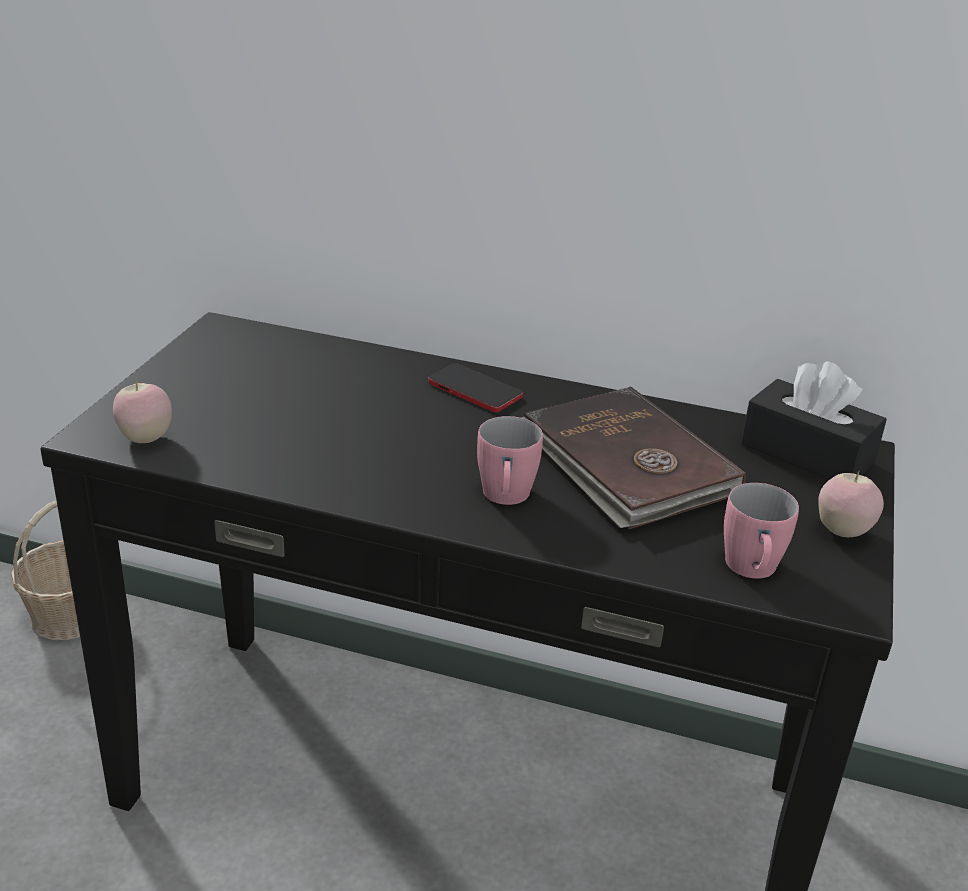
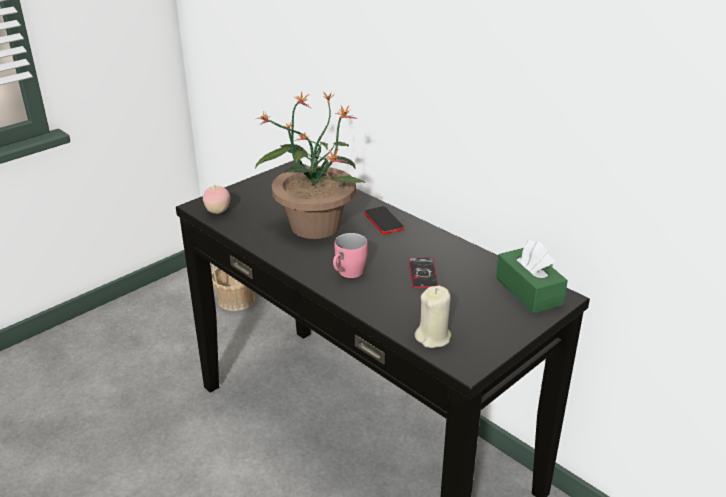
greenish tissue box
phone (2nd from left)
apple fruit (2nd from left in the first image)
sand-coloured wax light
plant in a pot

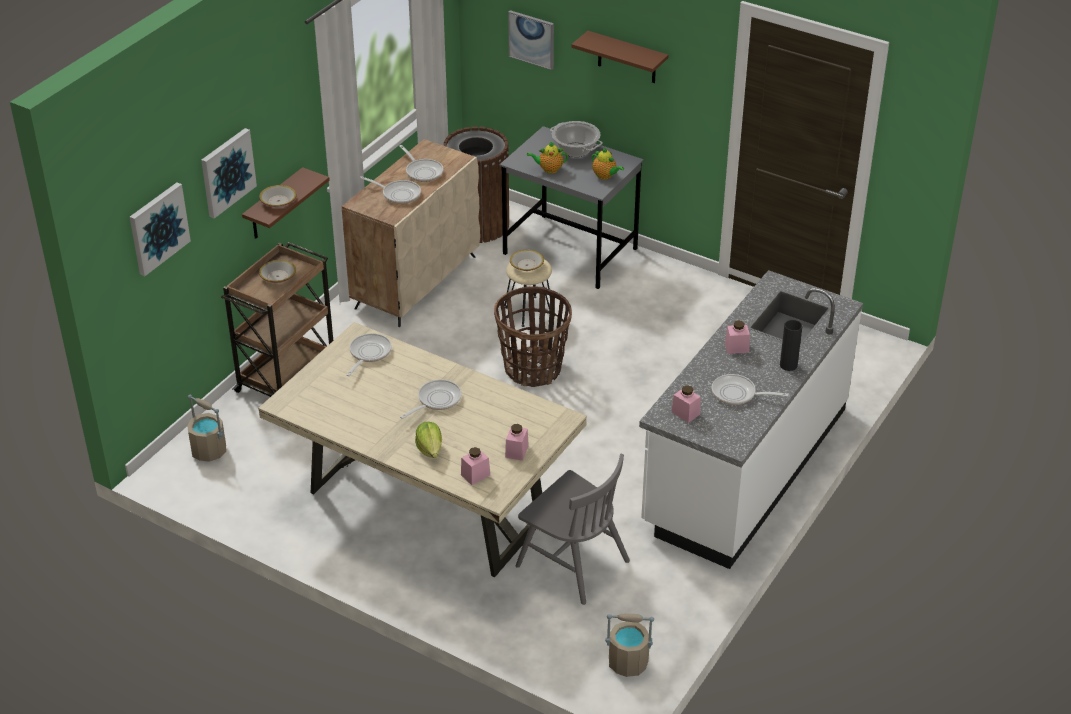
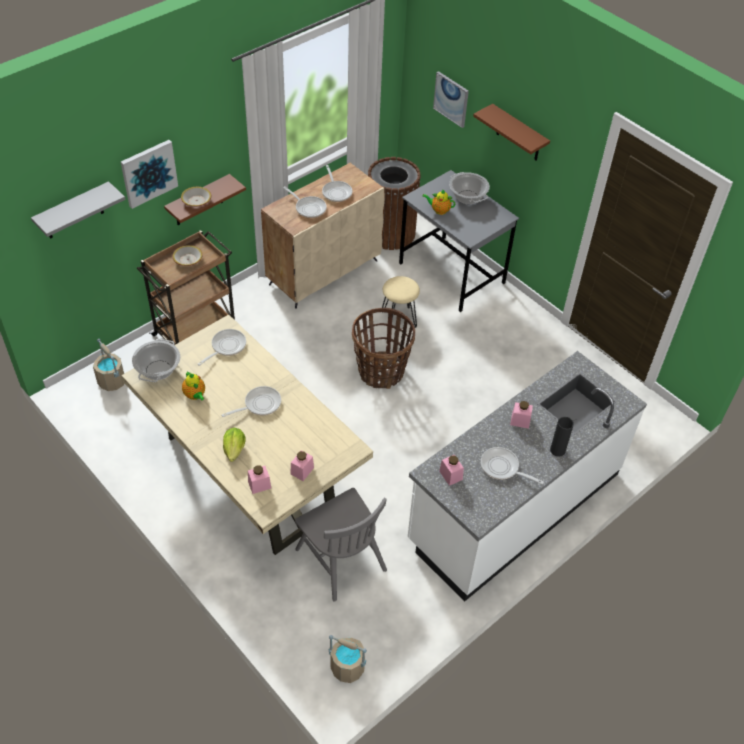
pot for tea (1st from left)
grey wall shelf
bowl (3rd from left in the first image)
stockpot (1st from left)

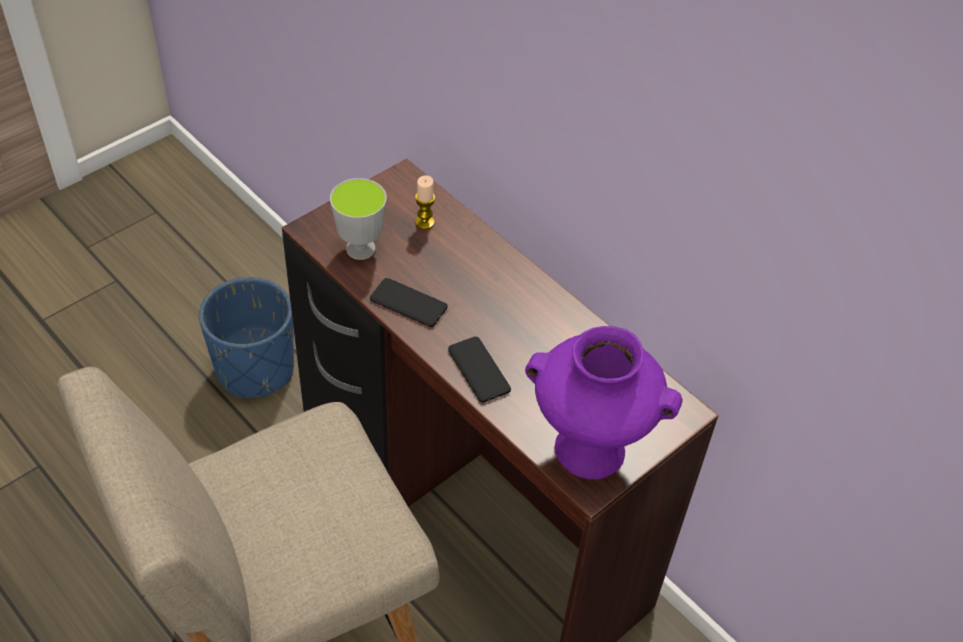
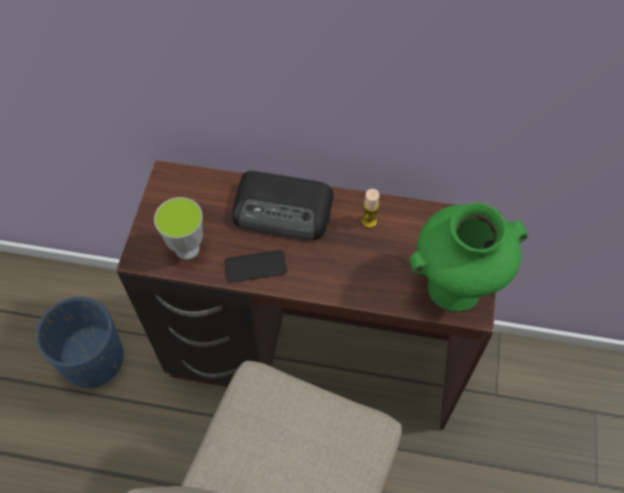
wax light
greenish flower vase
phone (2nd from left in the first image)
radio receiver

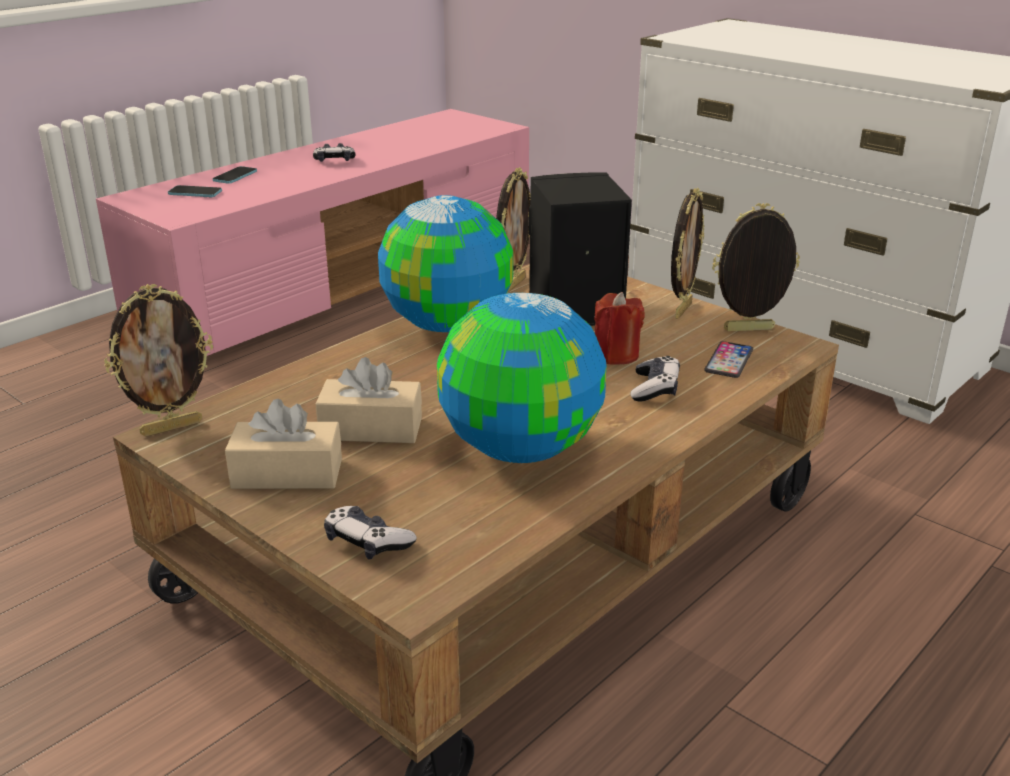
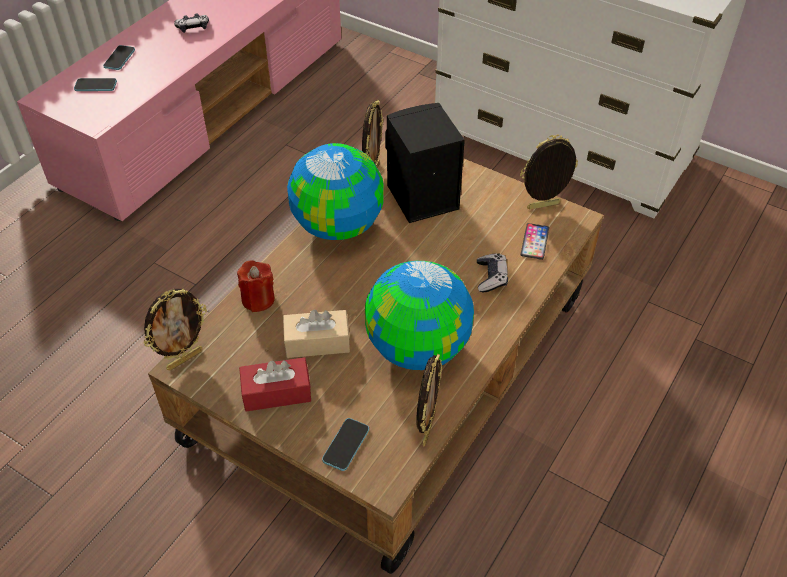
standing frame (3rd from left)
red-coloured wax light
red-coloured tissue box
phone (3rd from left)

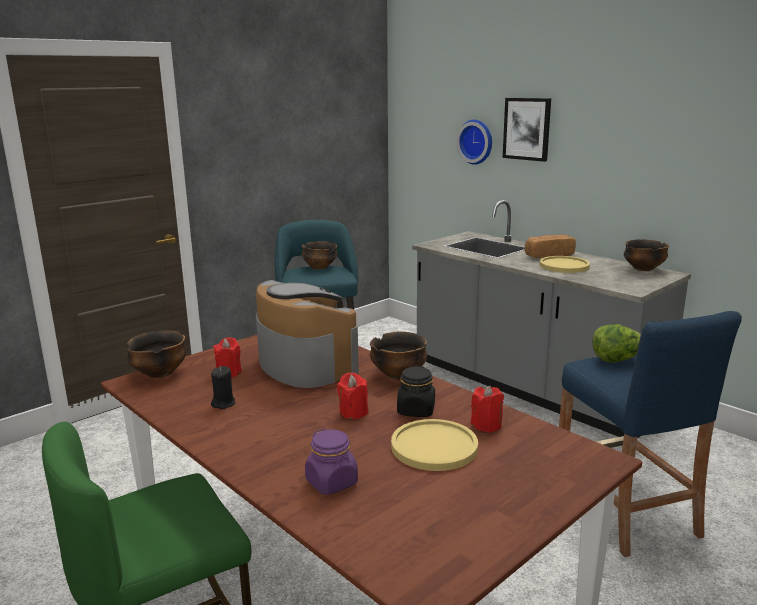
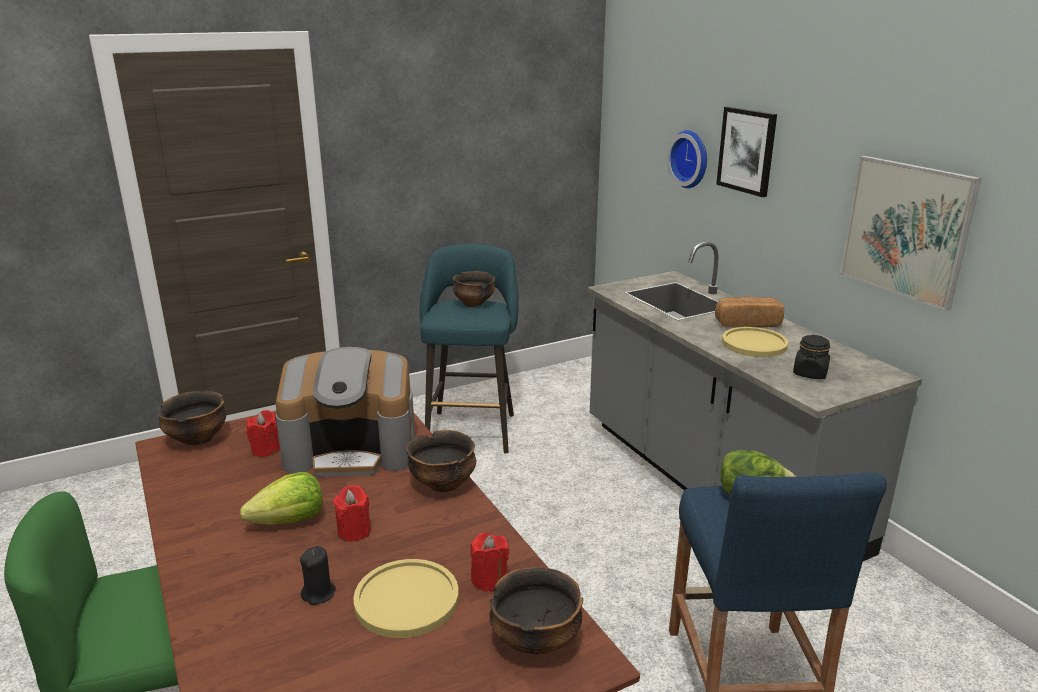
bowl (4th from left)
coffee brewer
blackish wax light
blackish storage jar
purple-coloured storage jar
picture (2nd from left)
head of lettuce (1st from left)

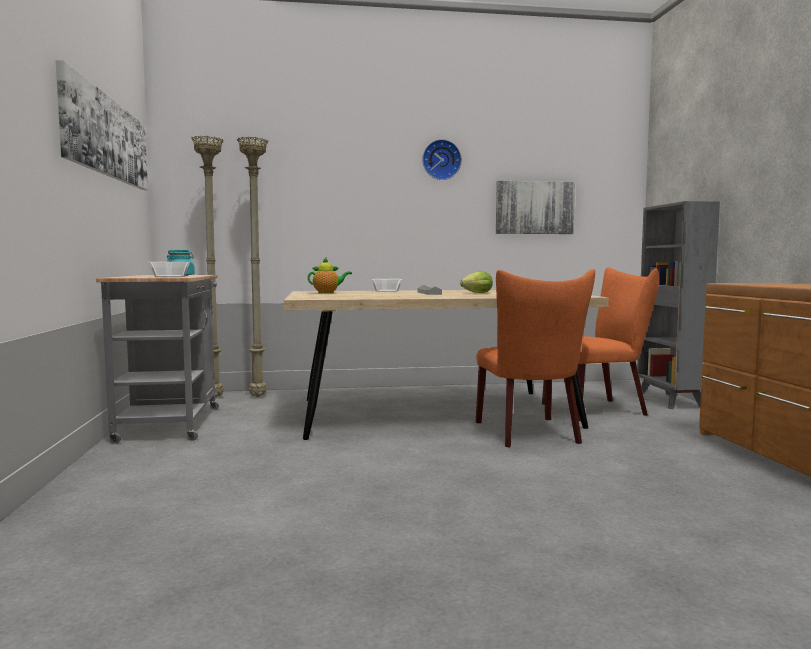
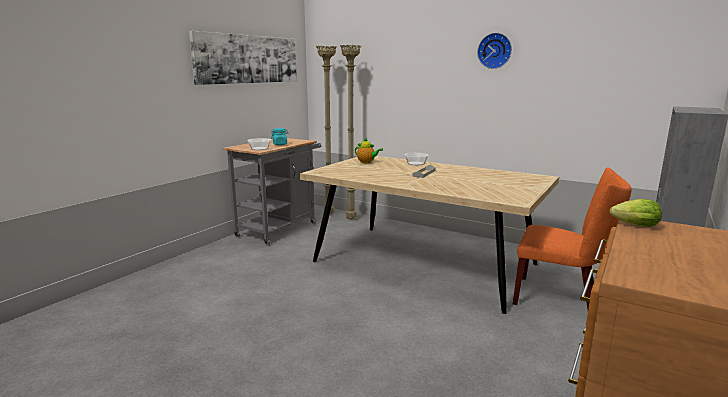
picture (2nd from left in the first image)
orangey chair (1st from left in the first image)
head of lettuce

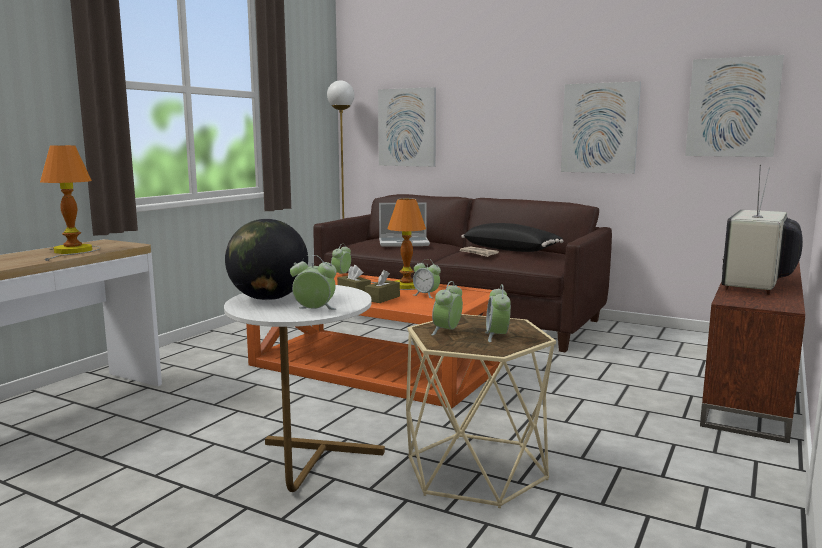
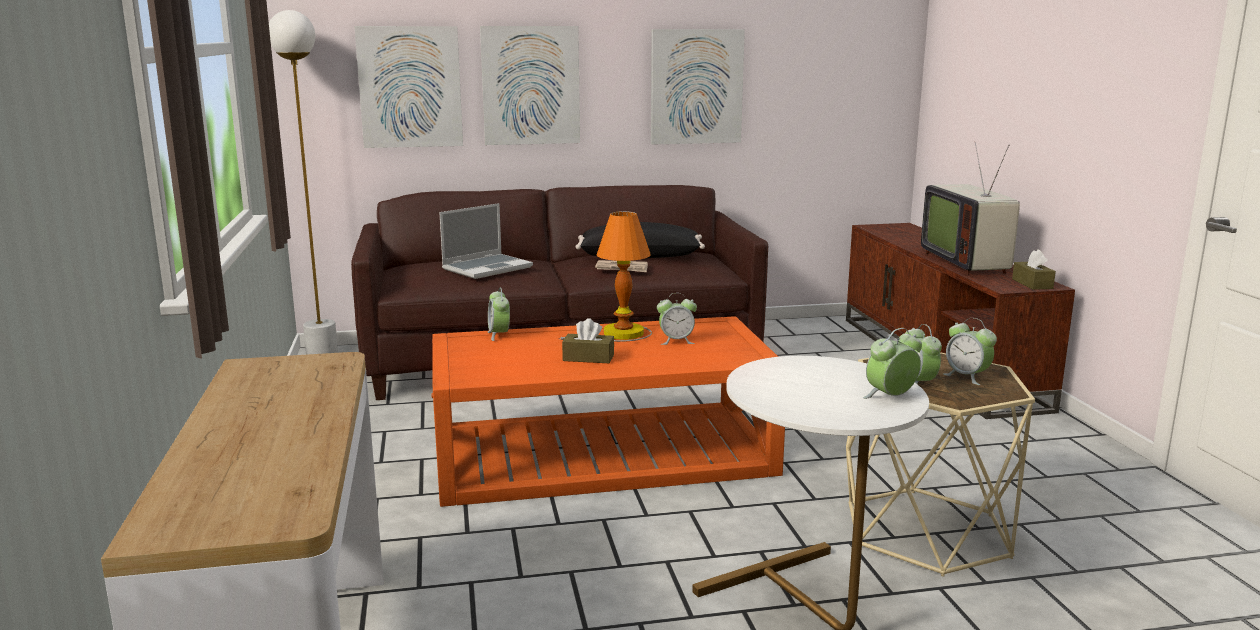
picture (2nd from left)
tabletop lamp (1st from left in the first image)
desk globe
brown tissue box (2nd from left)

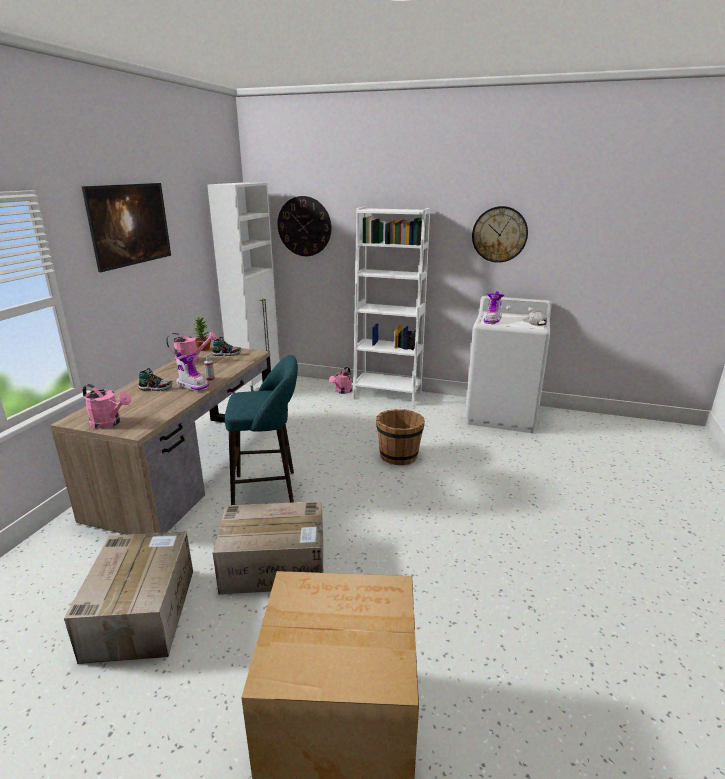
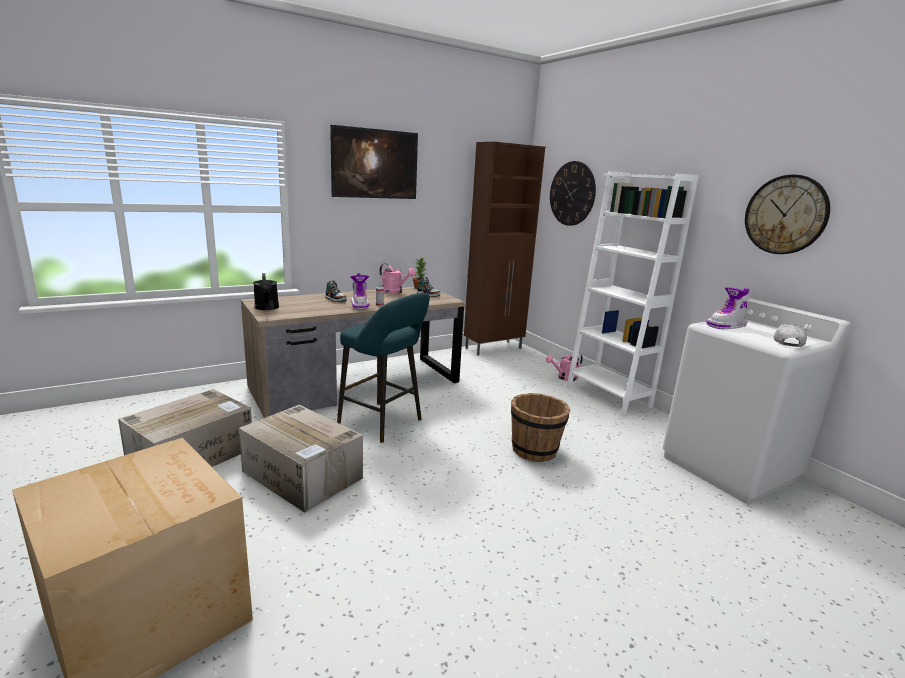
brown storage cabinet
blackish watering pot

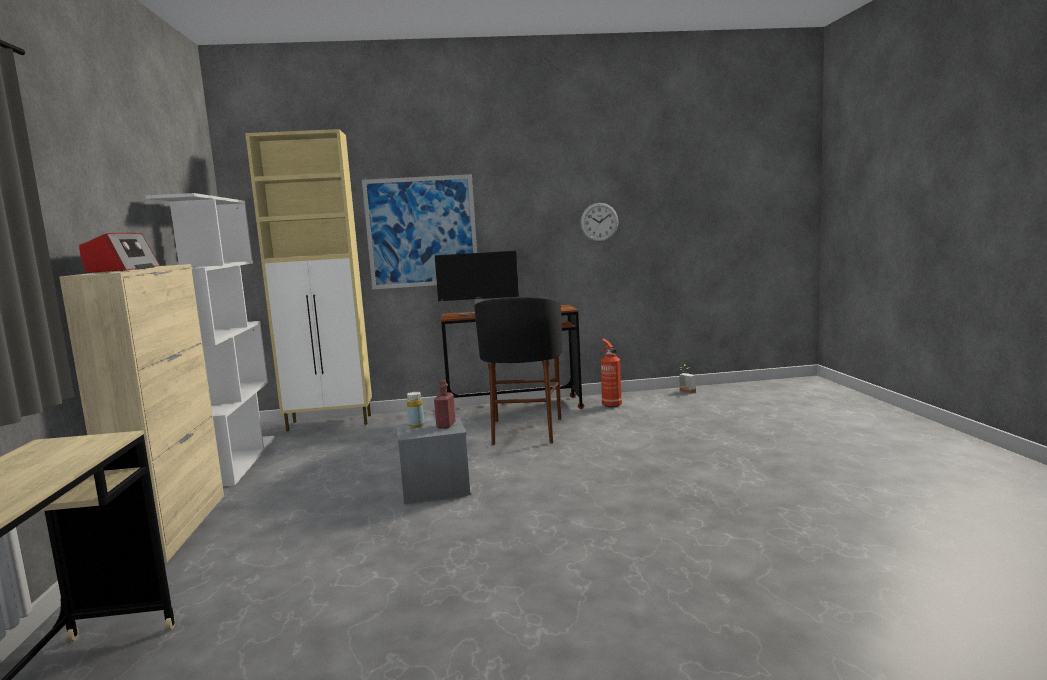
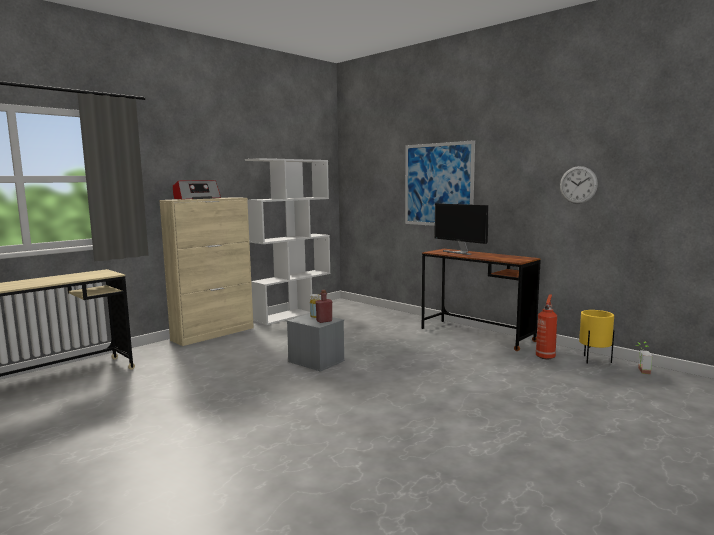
sand-coloured storage cabinet (2nd from left in the first image)
blackish stool seat
yellow-coloured flower pot

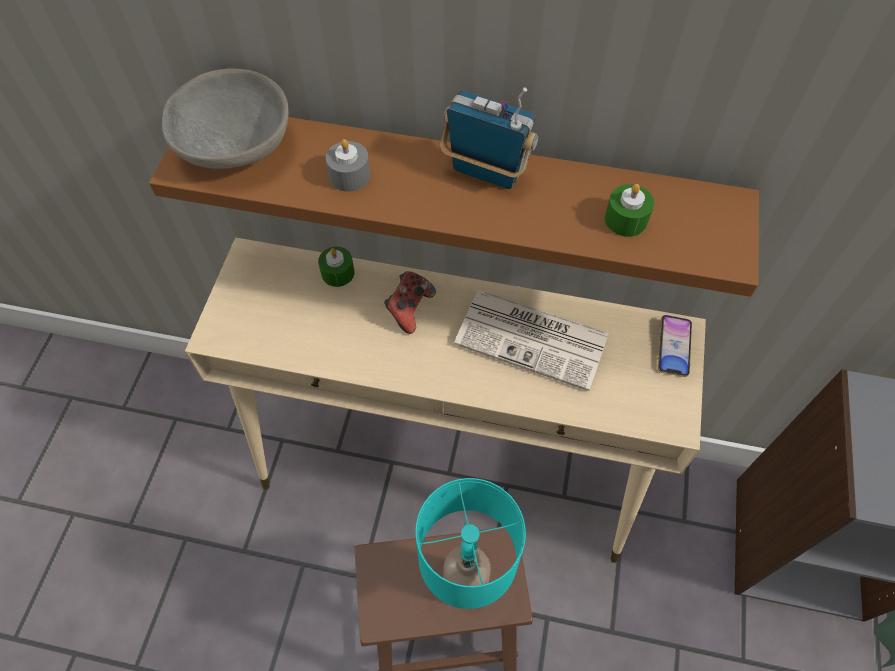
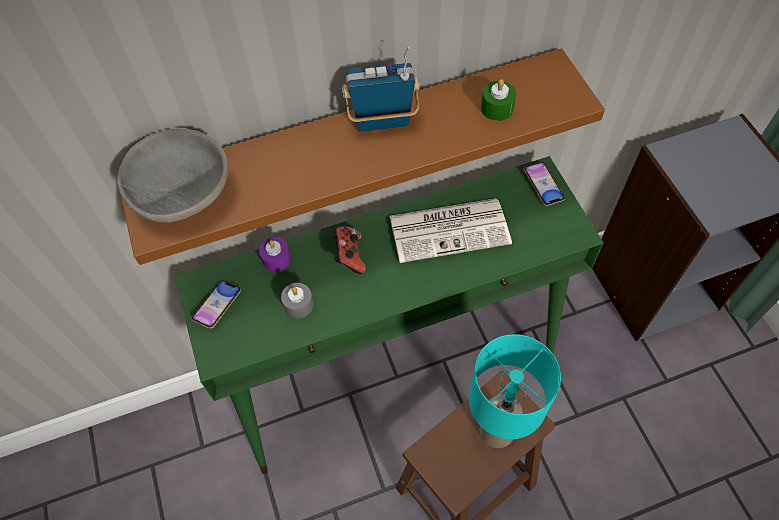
grey wax light
greenish hall table
purple-coloured wax light
phone (1st from left)

